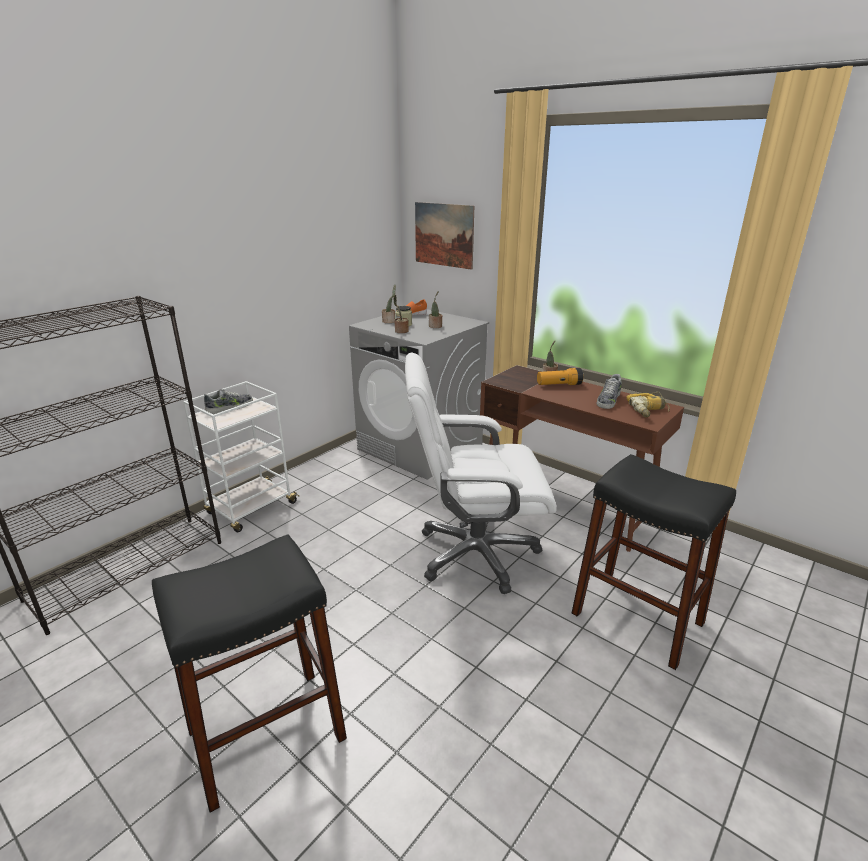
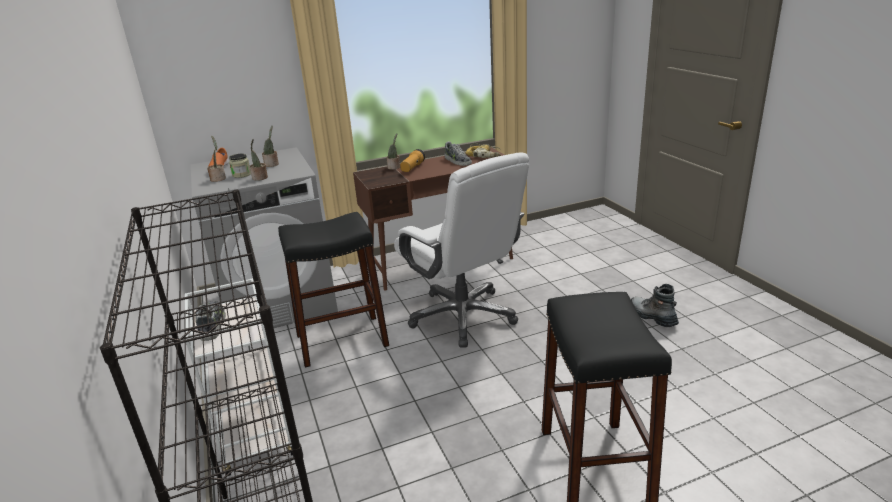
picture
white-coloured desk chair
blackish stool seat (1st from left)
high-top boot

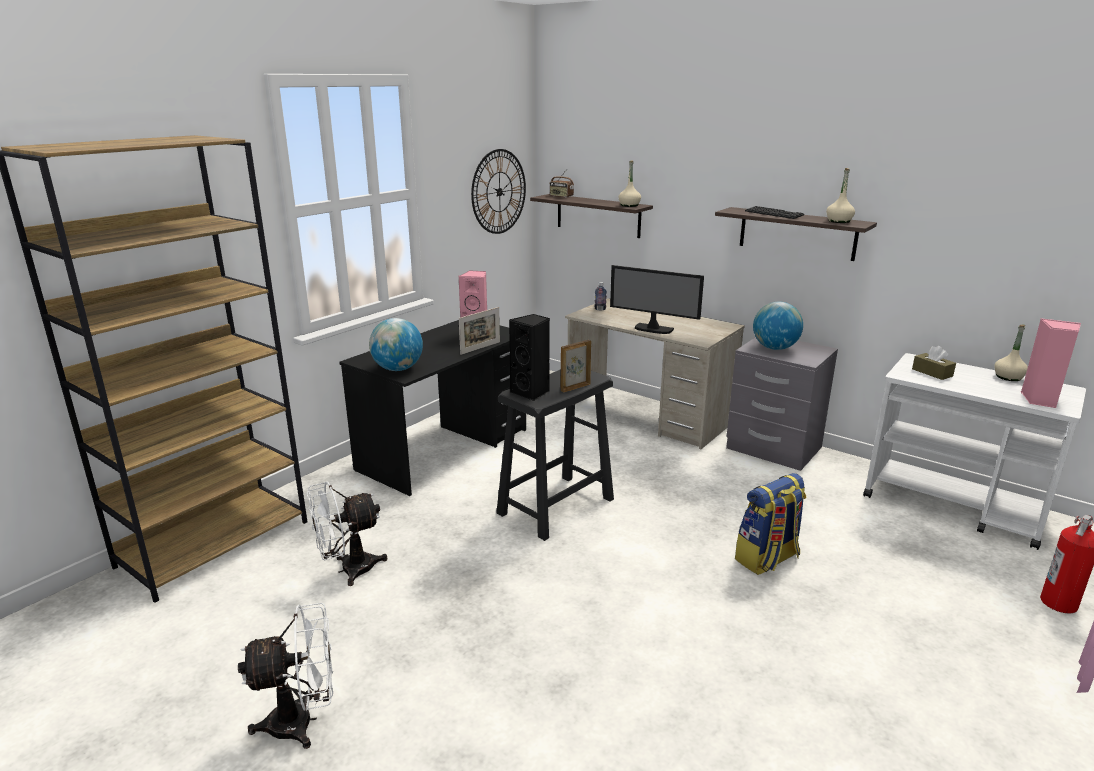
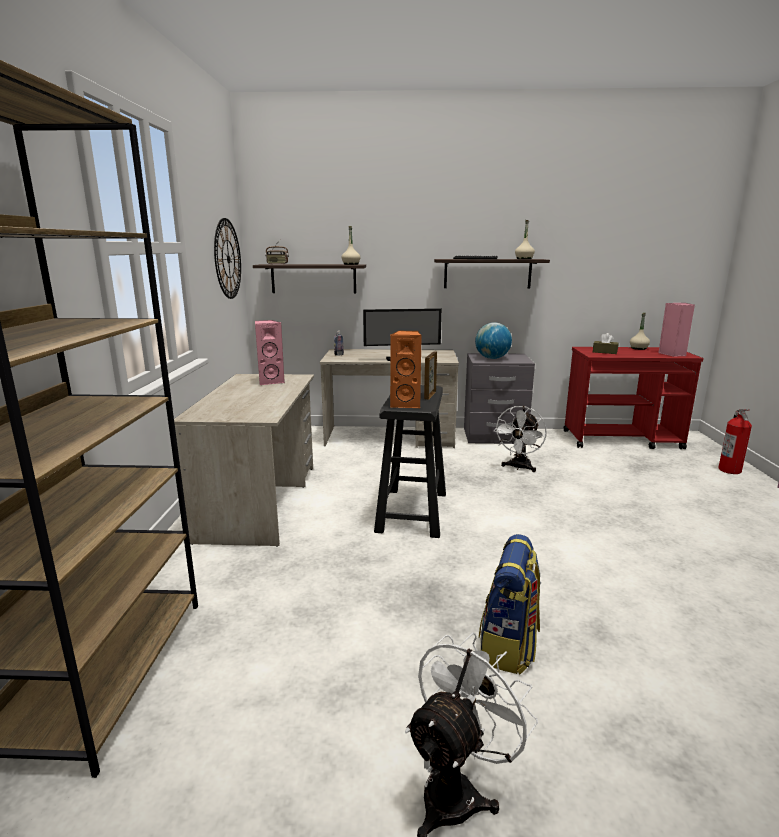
standing frame (1st from left in the first image)
orangey loudspeaker
desk globe (1st from left in the first image)
sand-coloured desk (1st from left)
red-coloured cart
backpack
white-coloured electric fan (2nd from left)

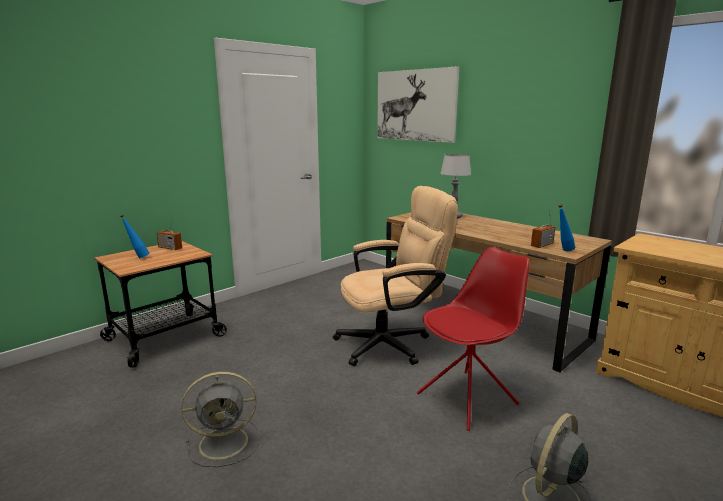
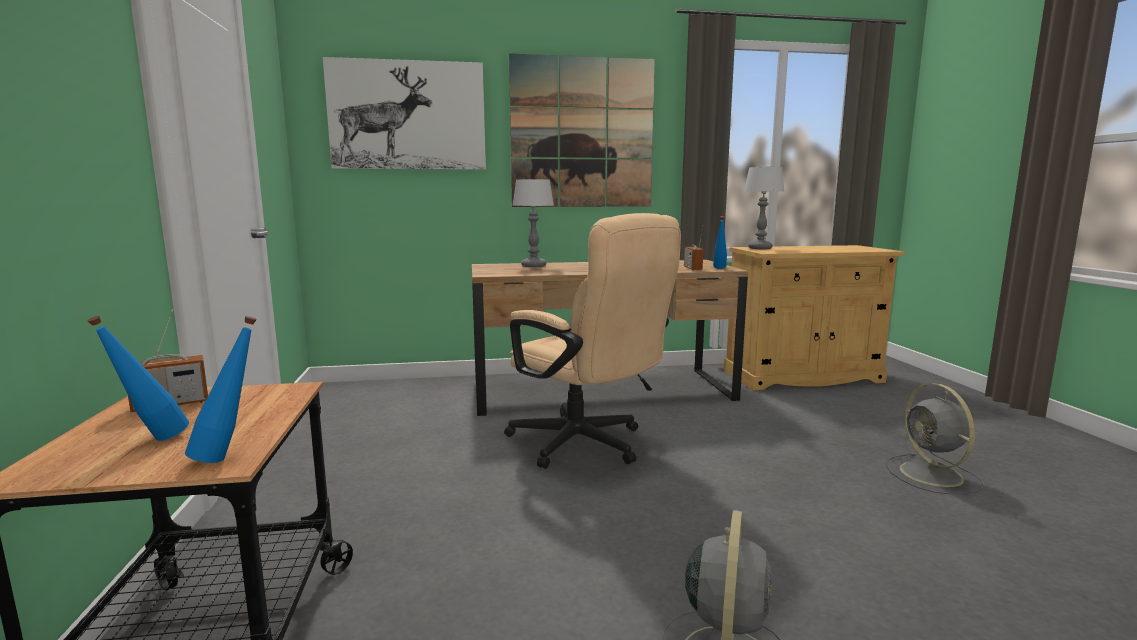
sand-coloured desk chair
red-coloured chair
picture (2nd from left)
tabletop lamp (2nd from left)
blue drink bottle (2nd from left)

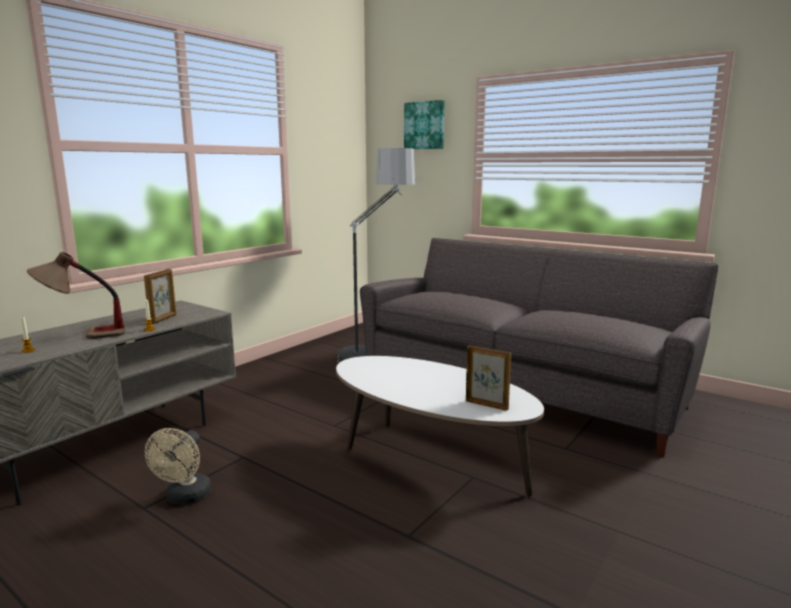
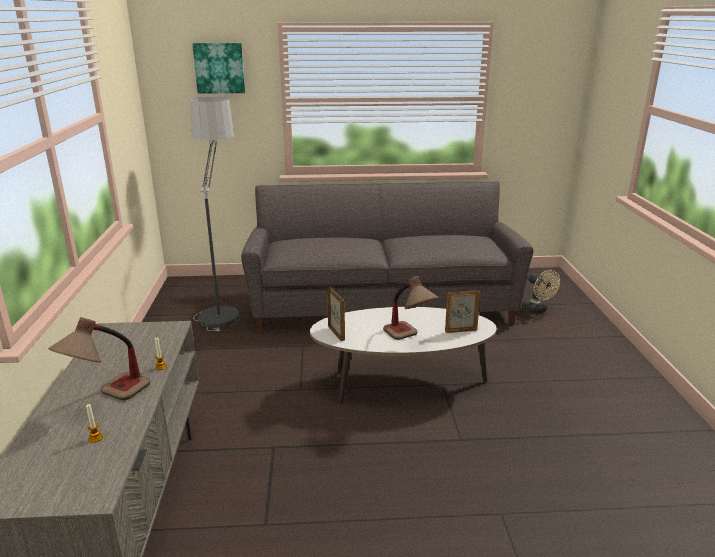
standing frame (1st from left)
sand-coloured electric fan
tabletop lamp (2nd from left)

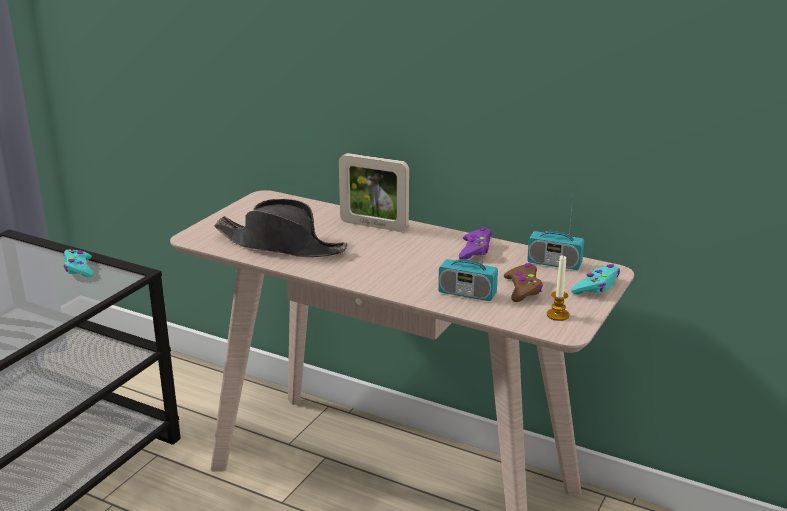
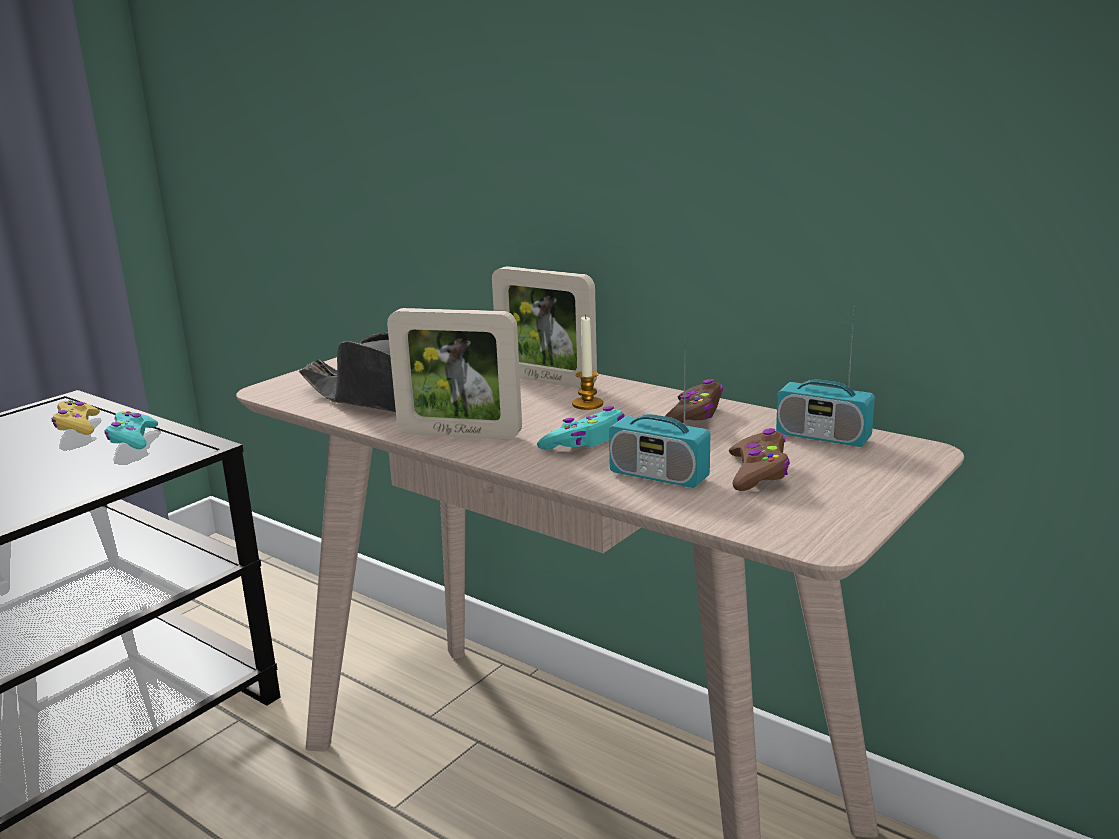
brown gamepad (1st from left)
wax light
blue-green gamepad (2nd from left)
standing frame (1st from left)
yellow-coloured gamepad

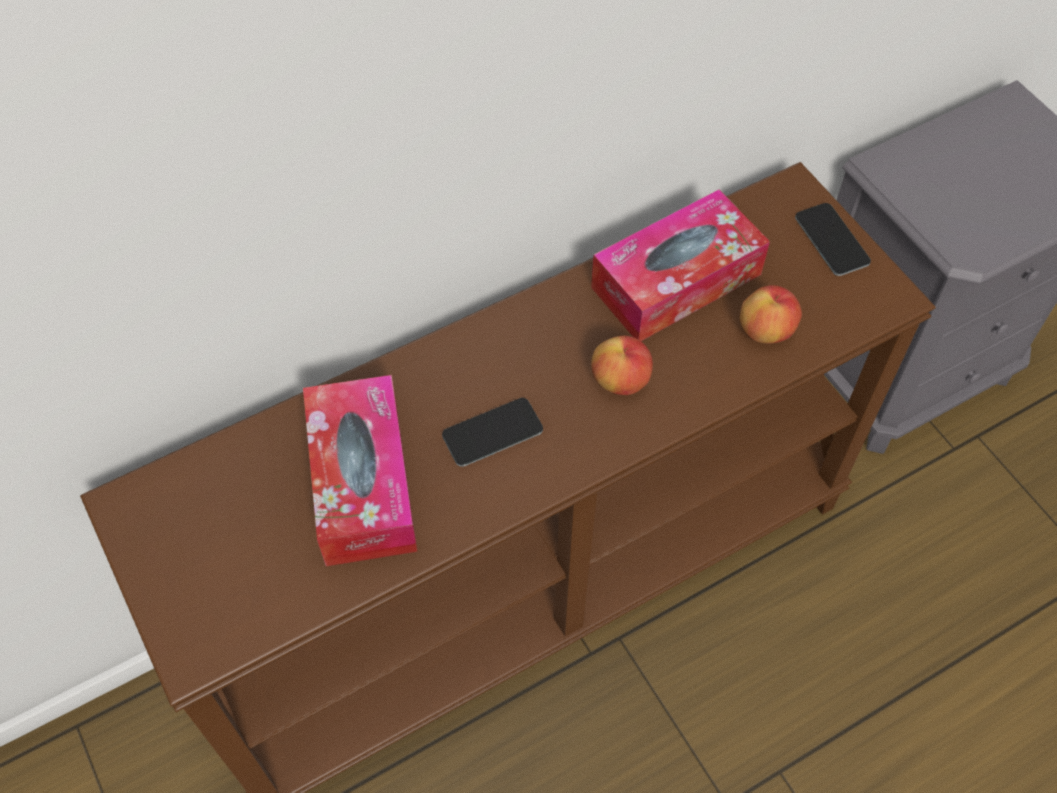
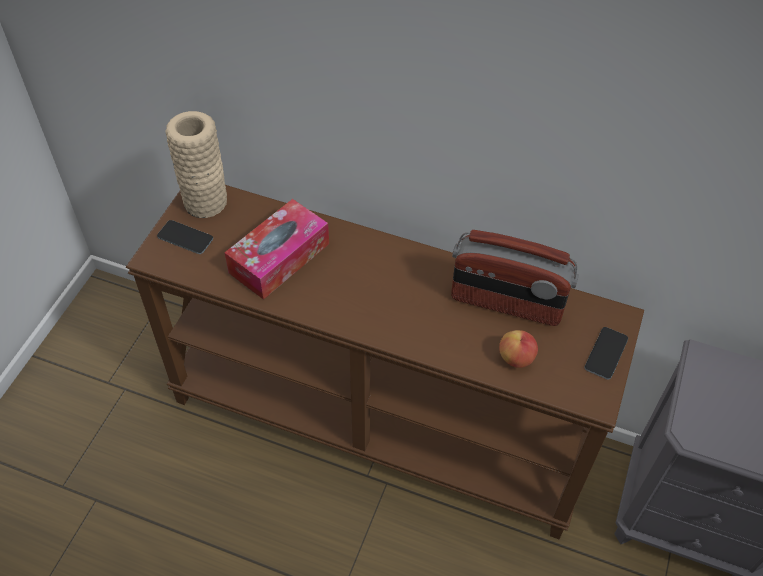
radio receiver
apple fruit (1st from left in the first image)
phone (1st from left)
sand-coloured flower vase

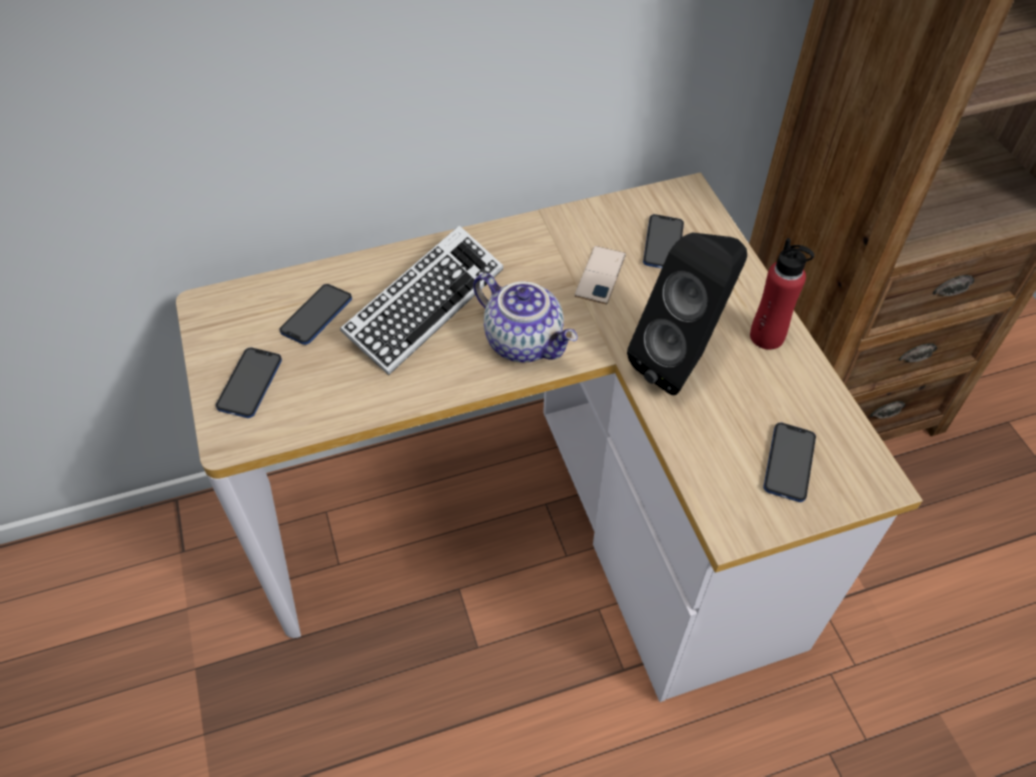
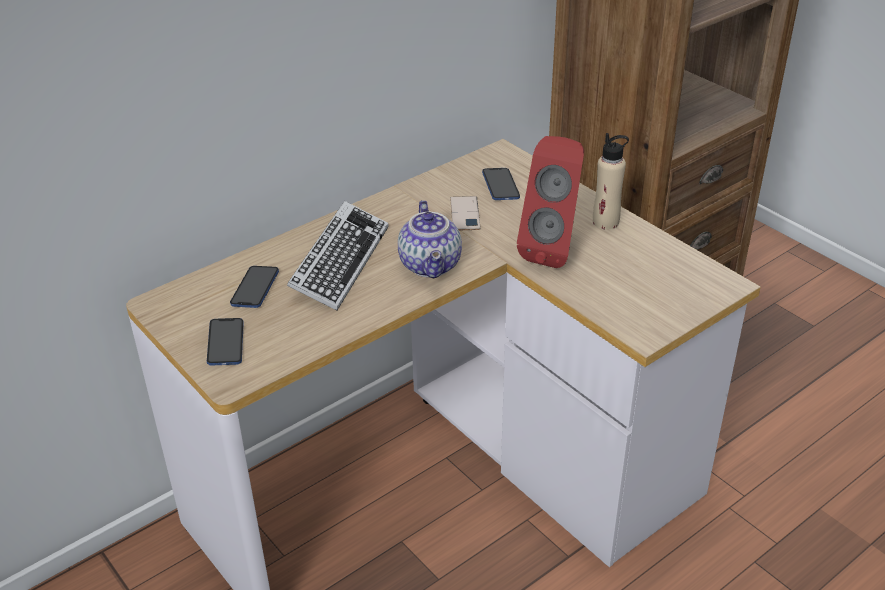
red-coloured loudspeaker
sand-coloured drink bottle
pot for tea
phone (5th from left in the first image)

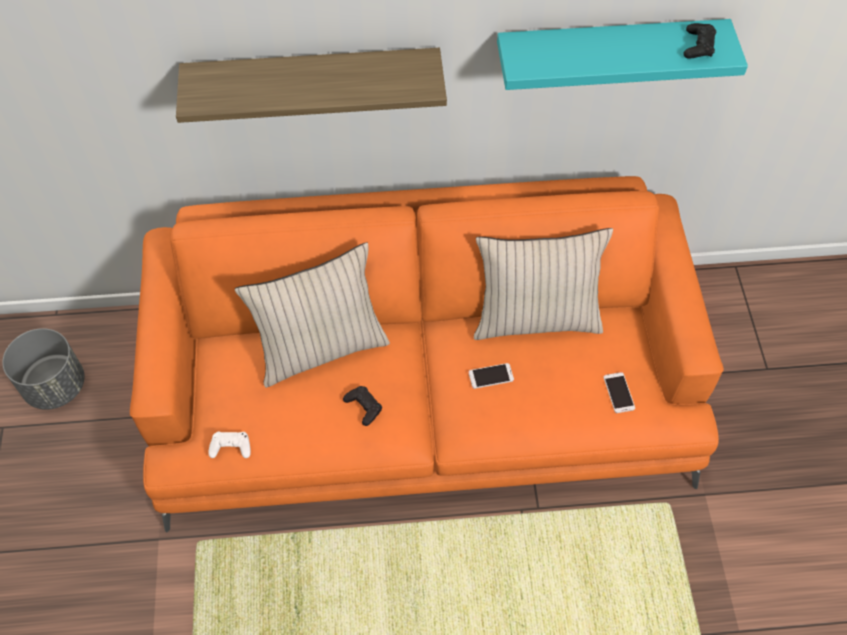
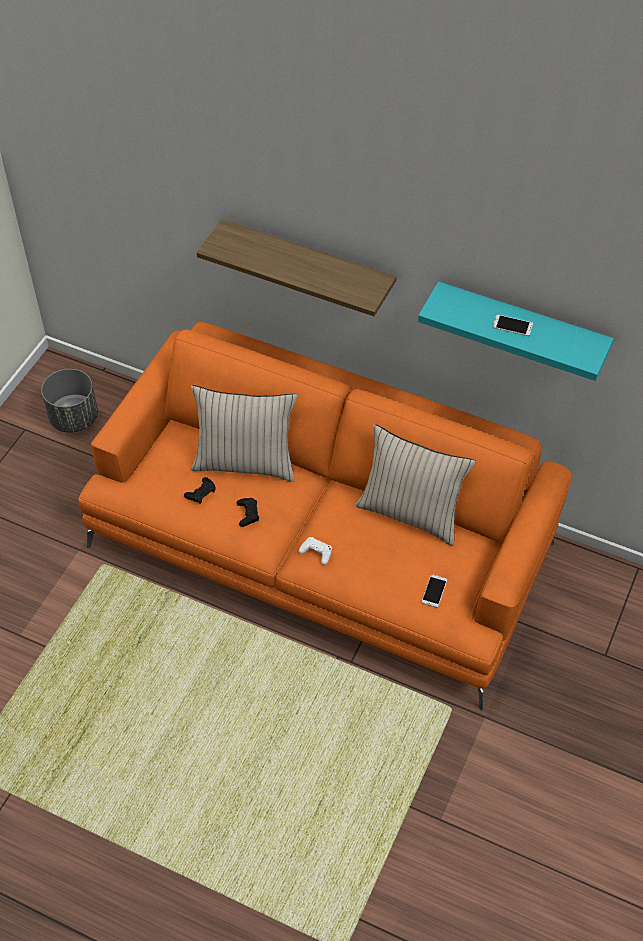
blackish gamepad (1st from left)
phone (2nd from left)
white-coloured gamepad

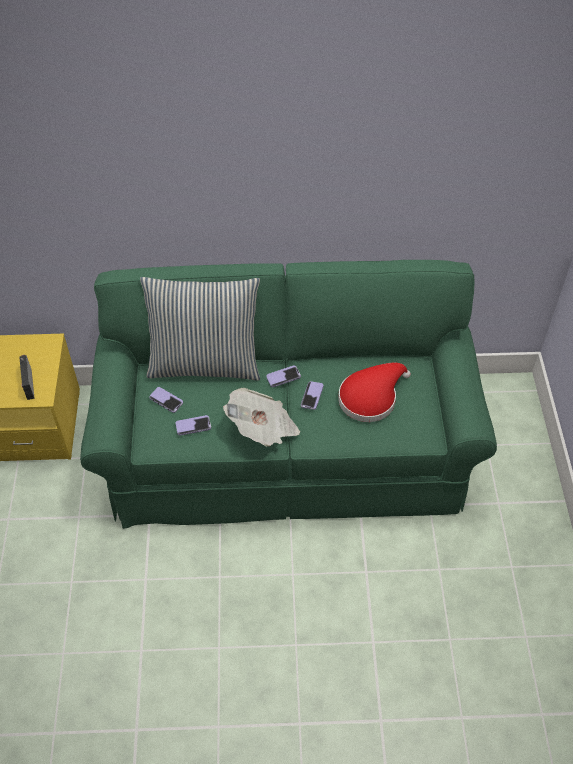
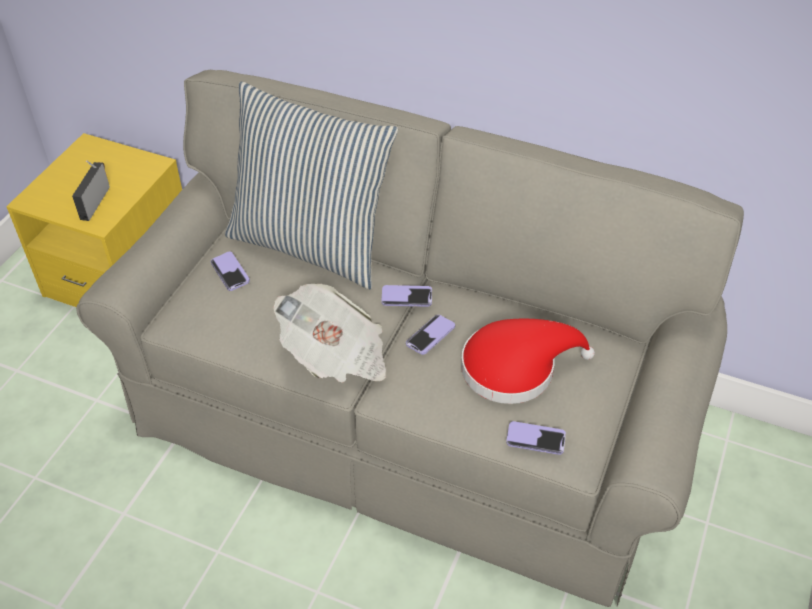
grey couch
phone (4th from left)

